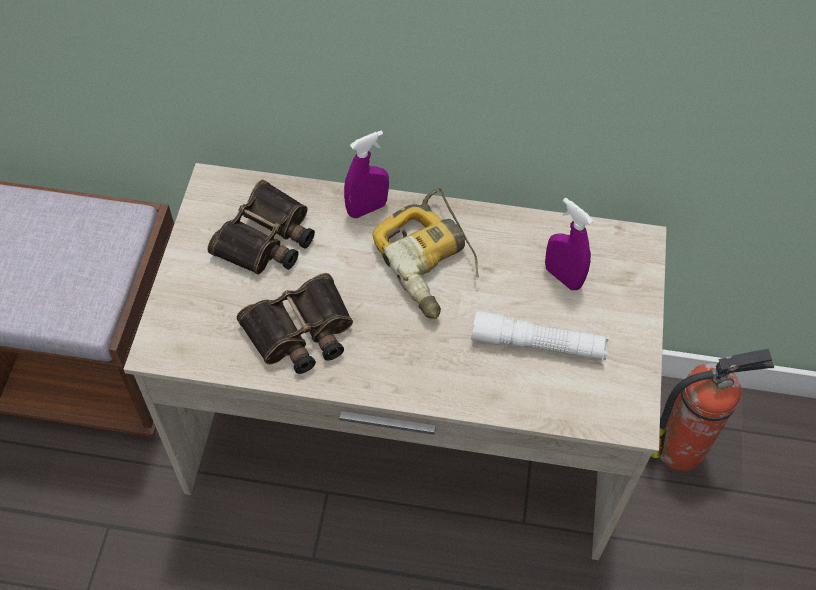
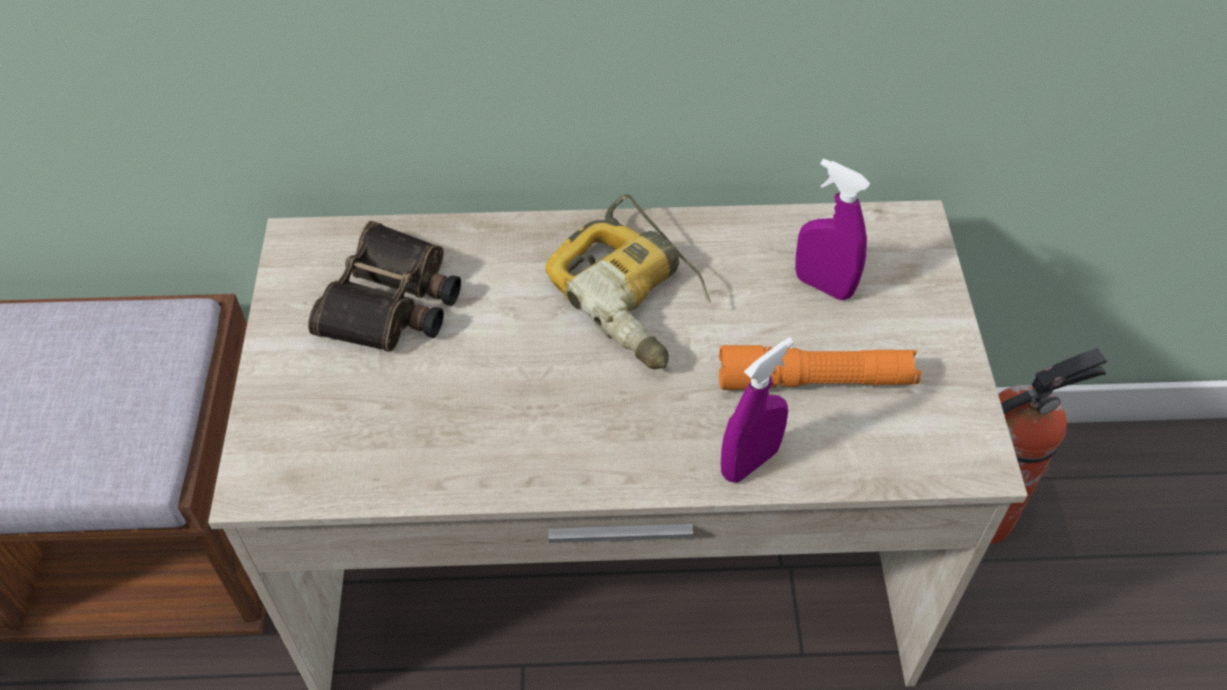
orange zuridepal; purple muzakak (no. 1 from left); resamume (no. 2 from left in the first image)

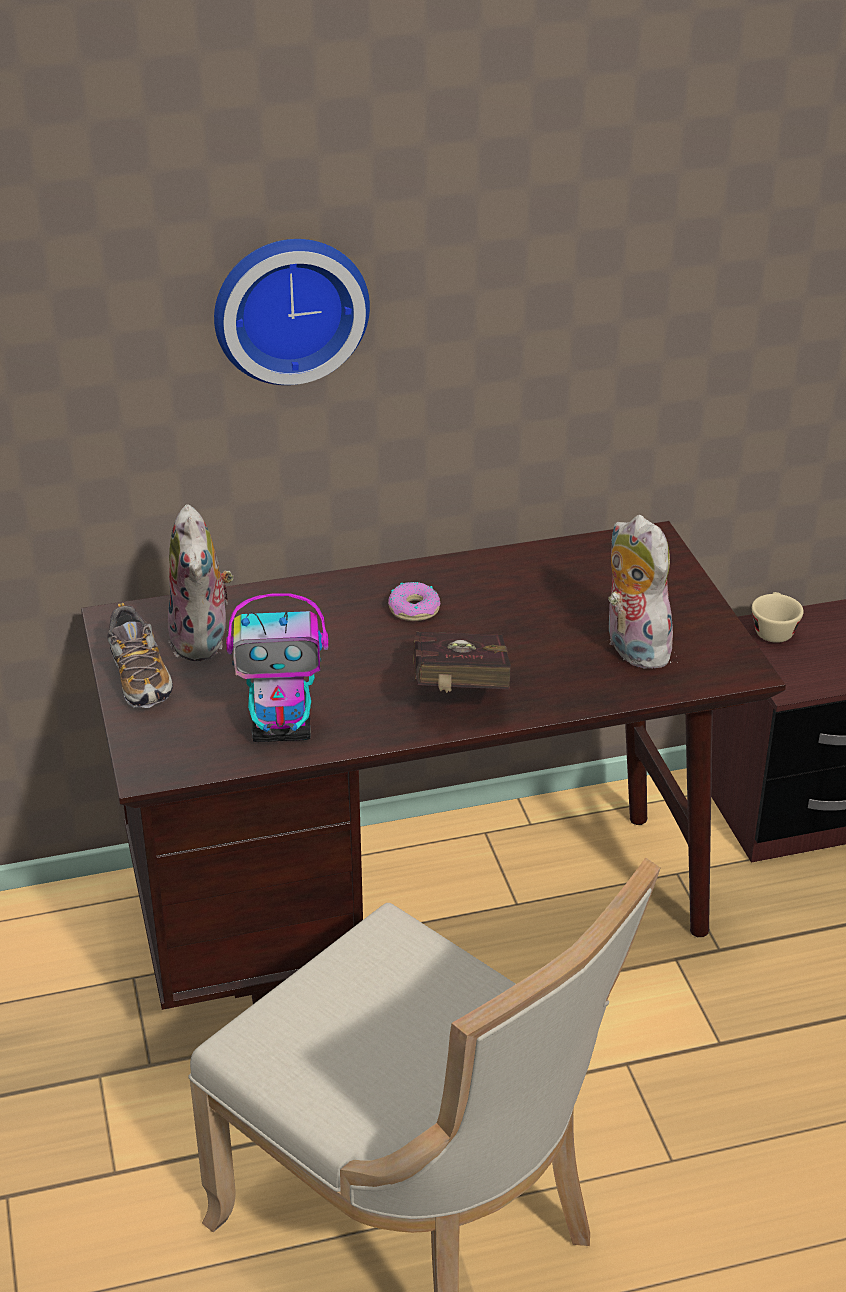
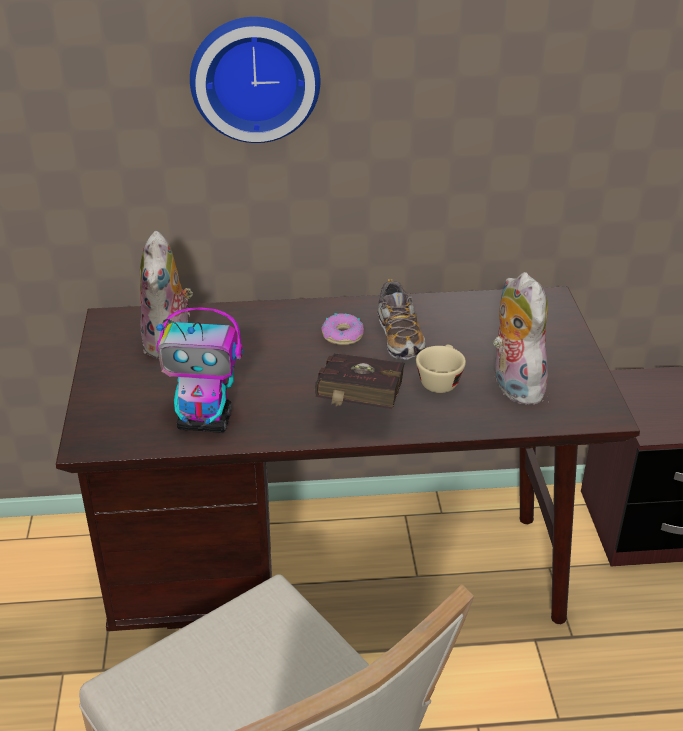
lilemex; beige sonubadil

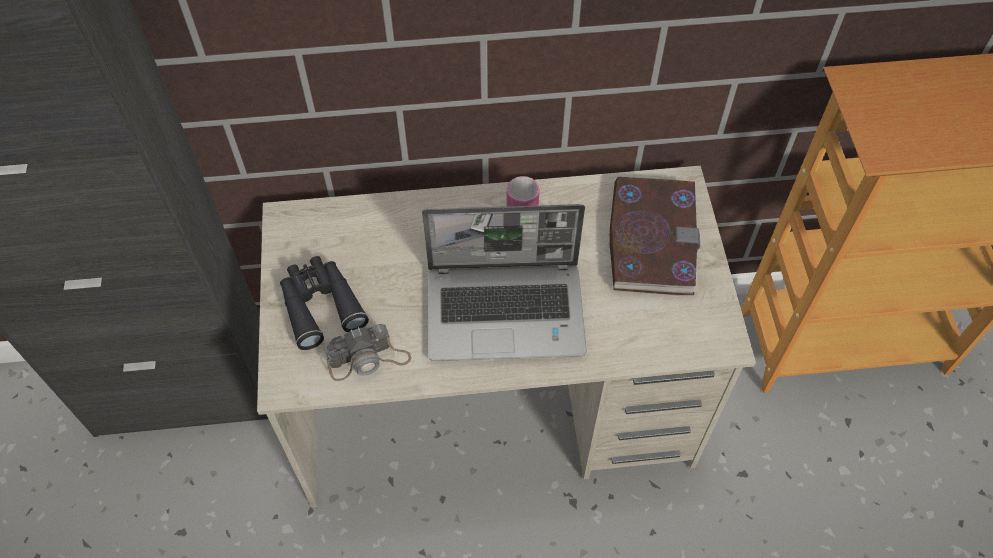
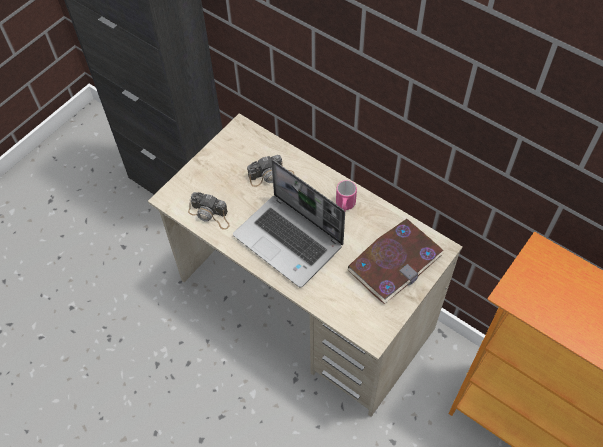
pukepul (no. 2 from left); black resamume

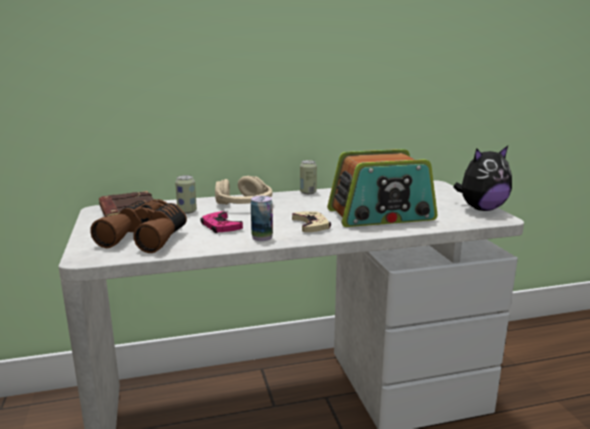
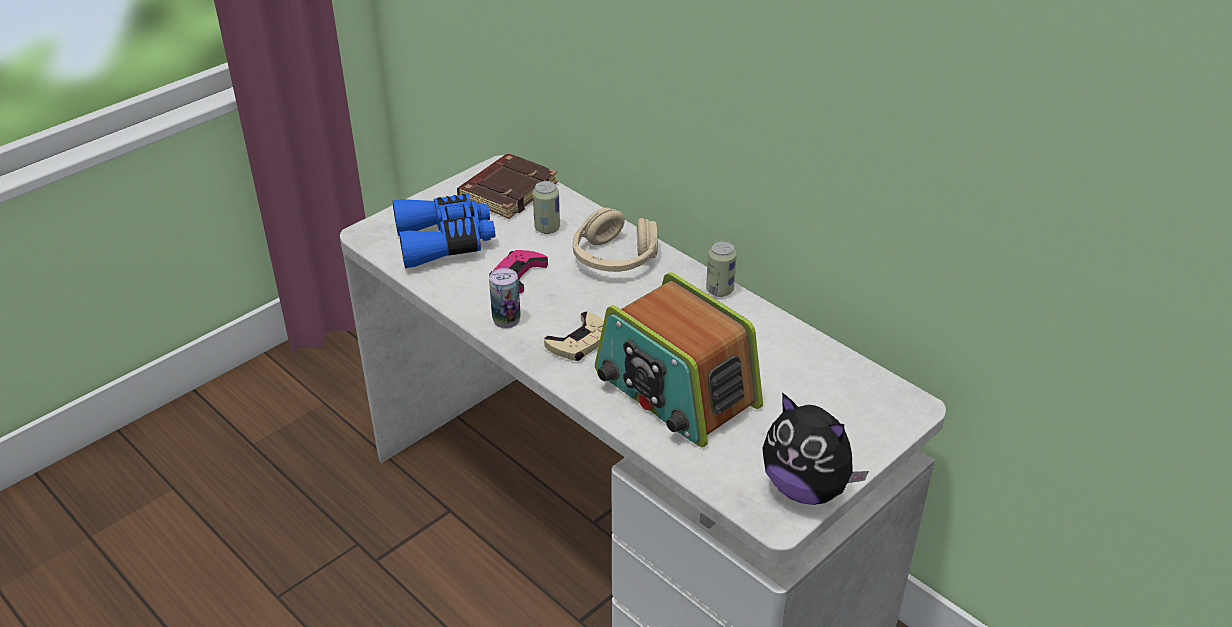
blue resamume

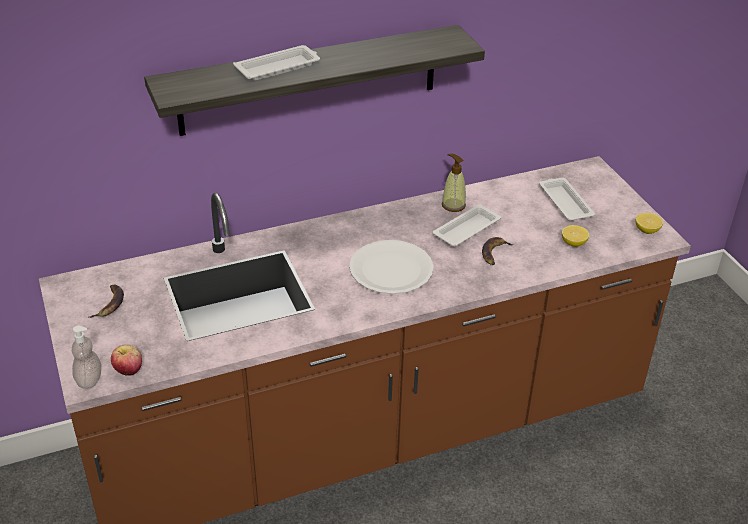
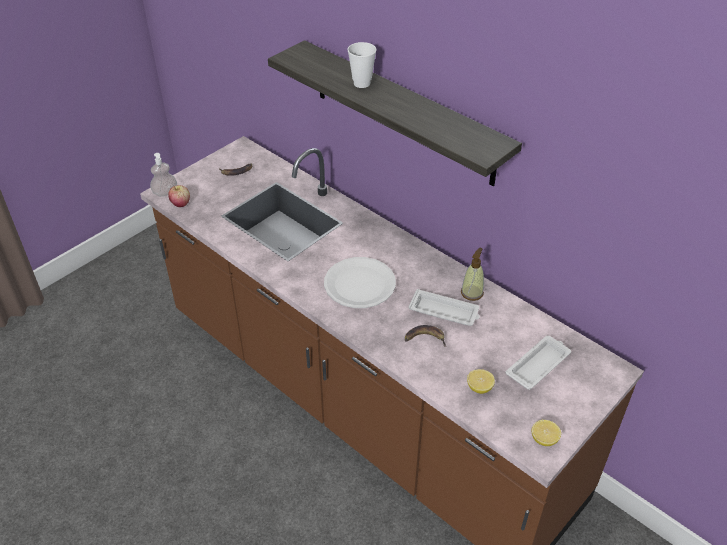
sonubadil

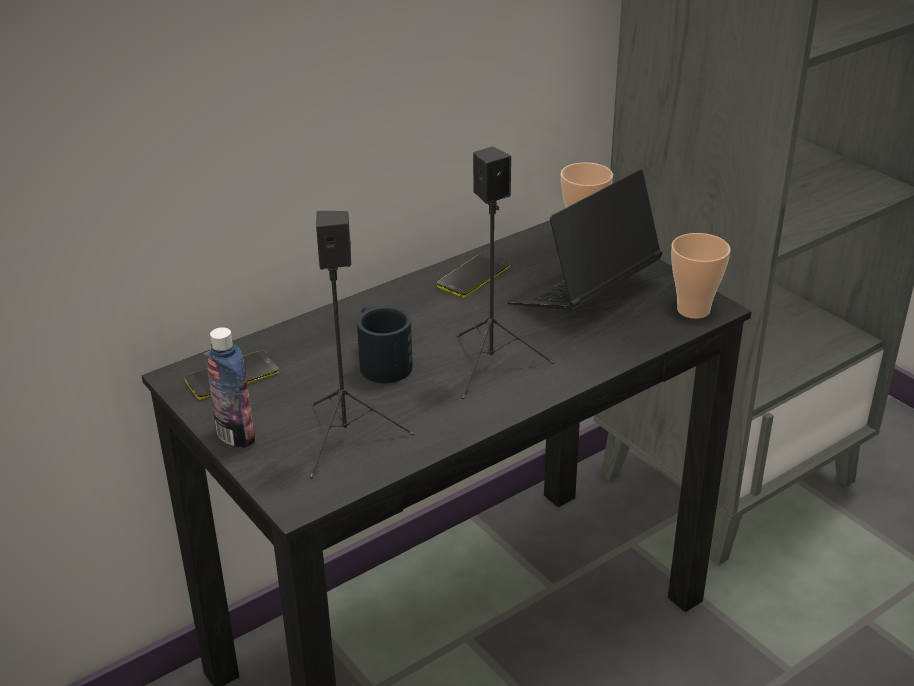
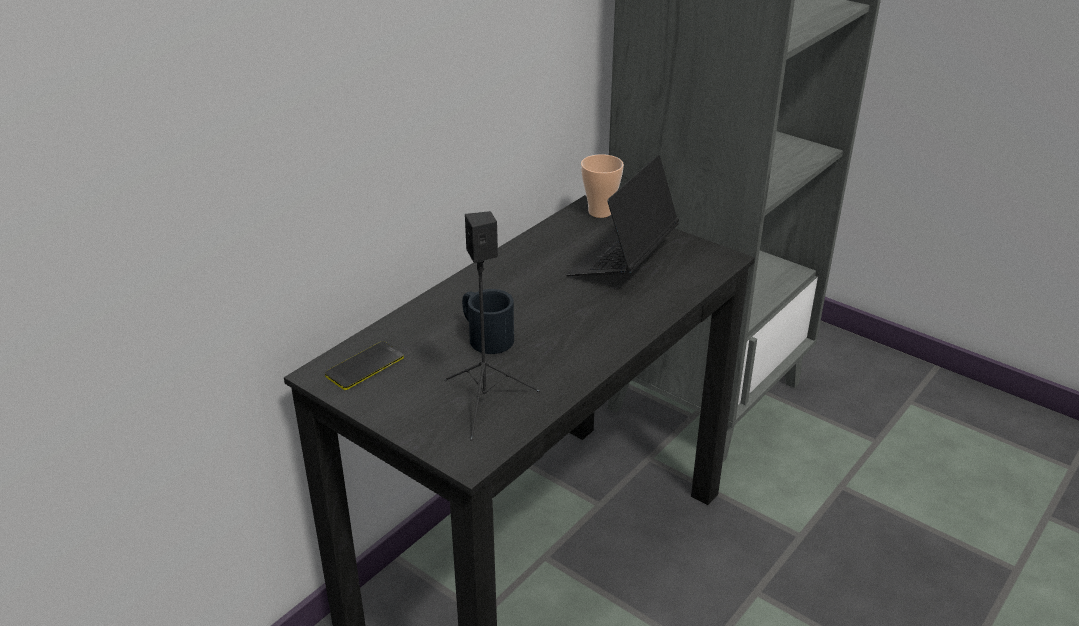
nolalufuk; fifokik (no. 2 from left in the first image); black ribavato (no. 2 from left in the first image); sonubadil (no. 2 from left in the first image)

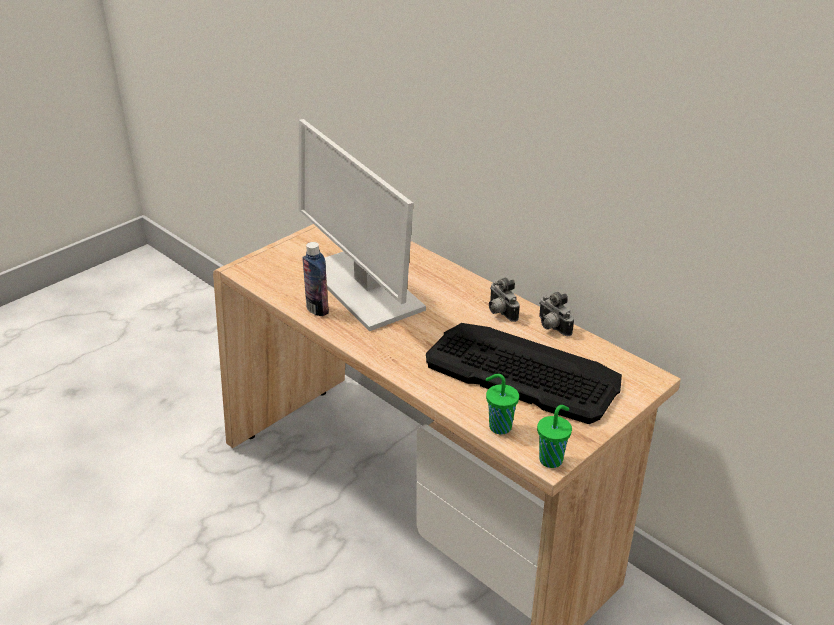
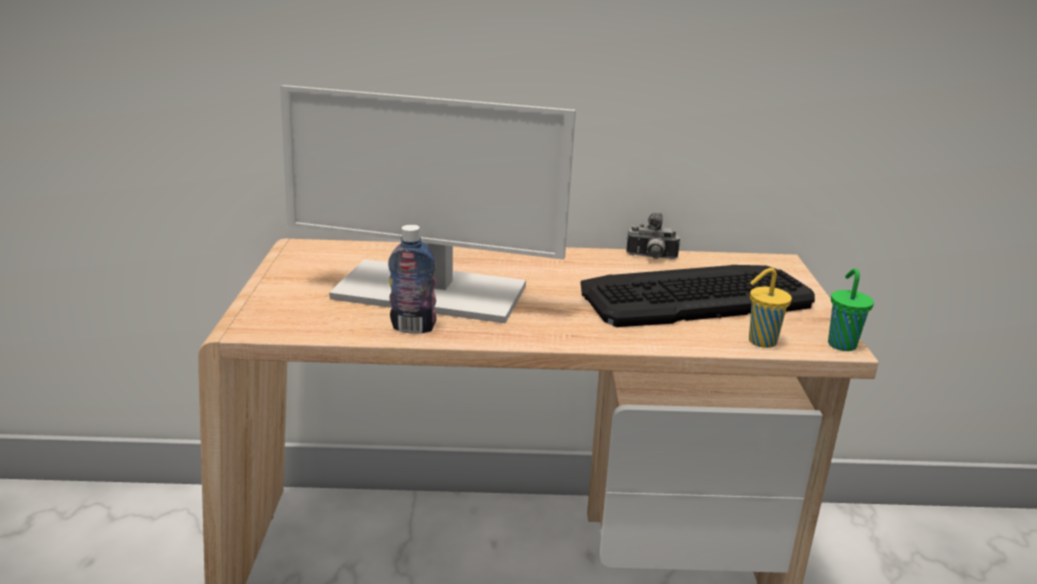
yellow sonubadil; pukepul (no. 1 from left in the first image)

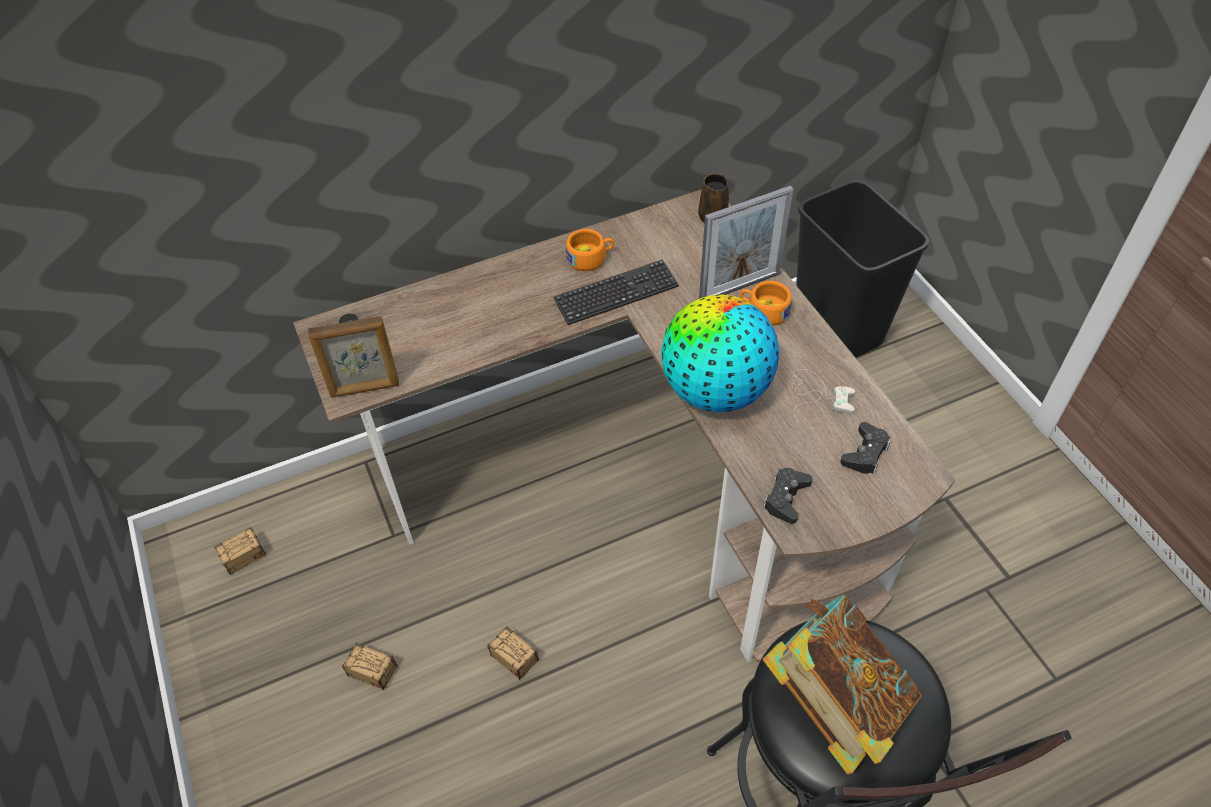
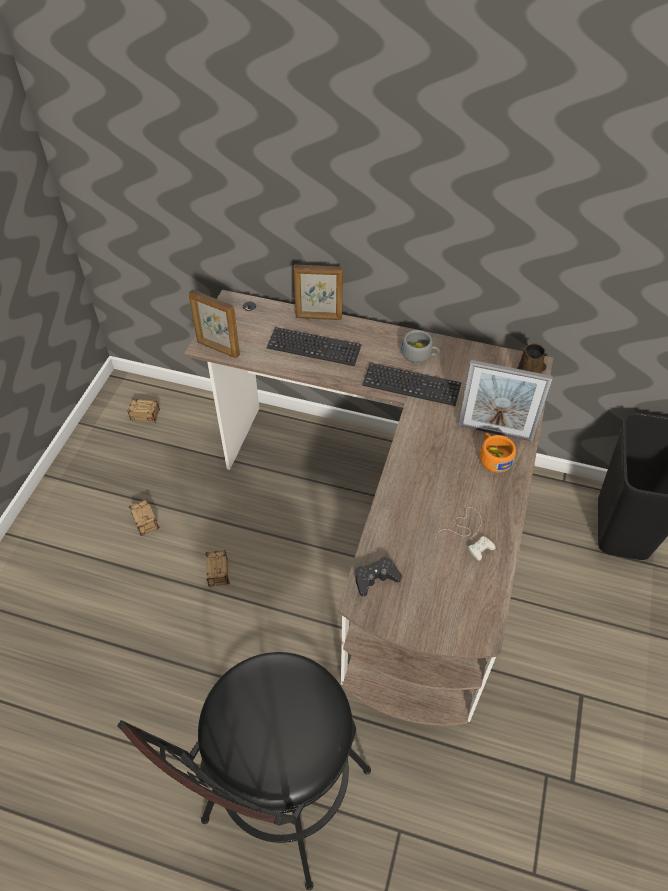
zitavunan (no. 1 from left); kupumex (no. 2 from left); grey sonubadil; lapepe; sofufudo; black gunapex (no. 2 from left in the first image)

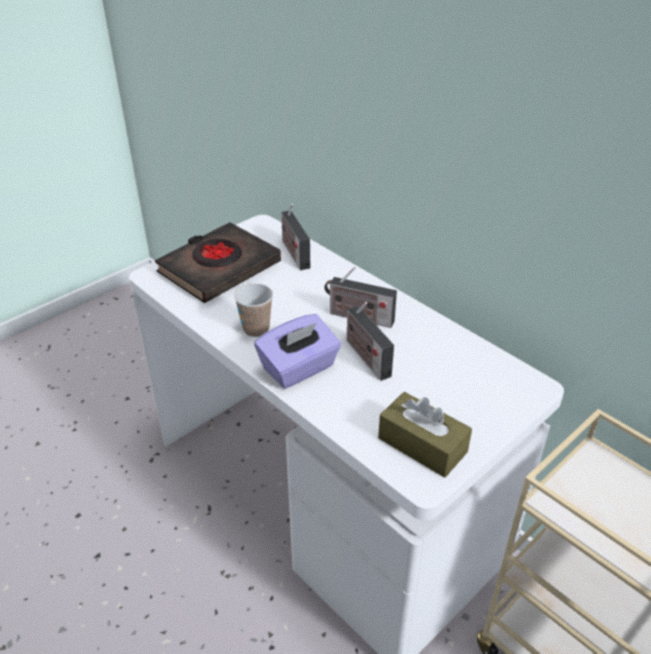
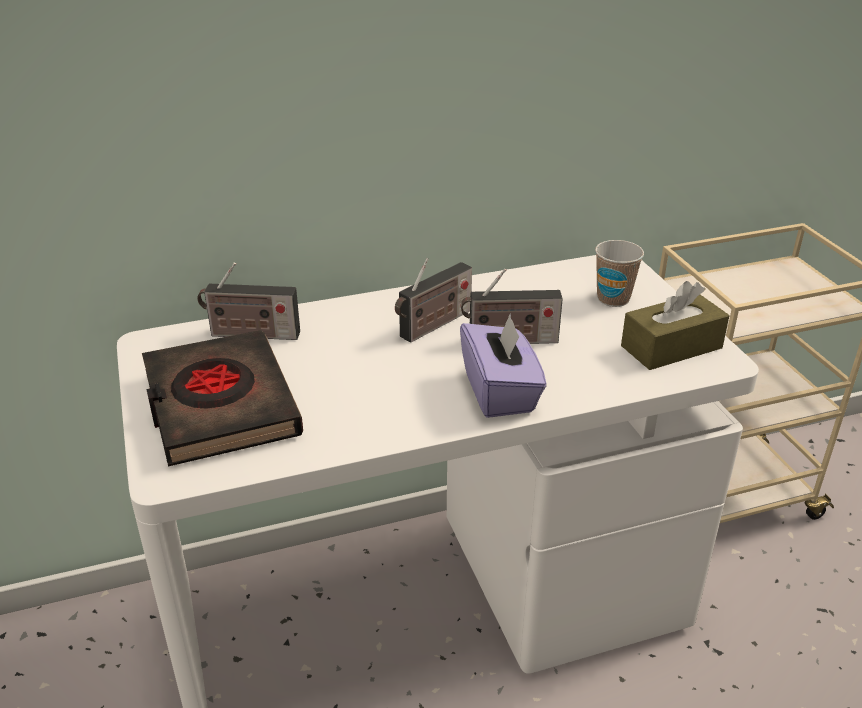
sonubadil

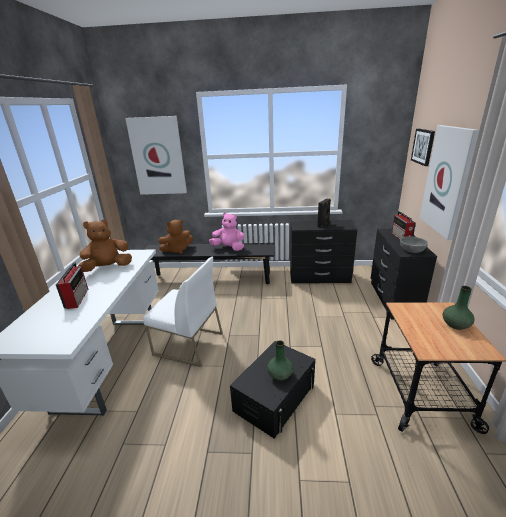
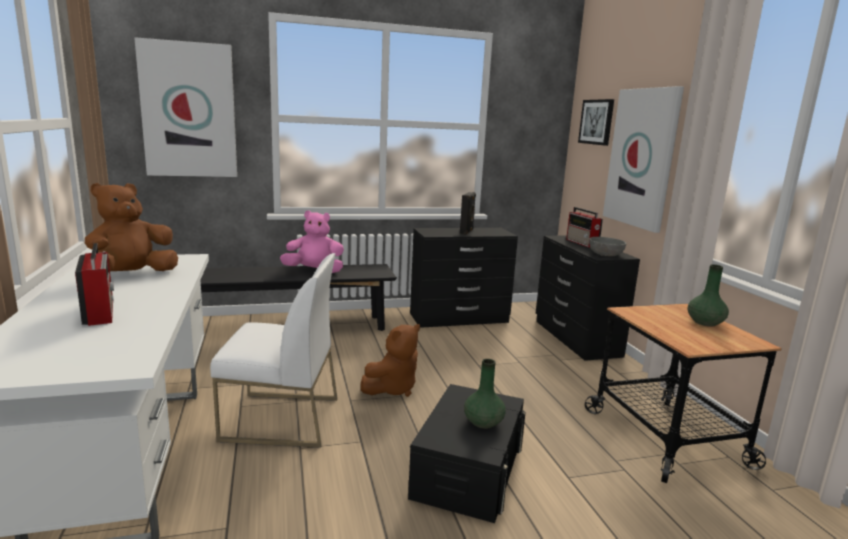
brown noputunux (no. 2 from left)

